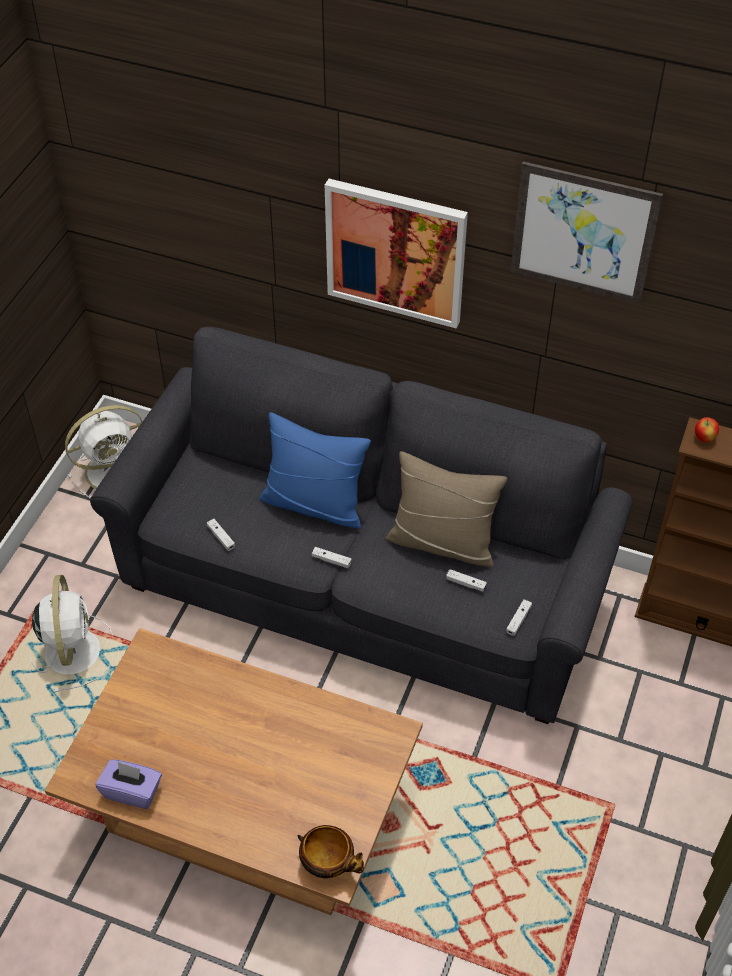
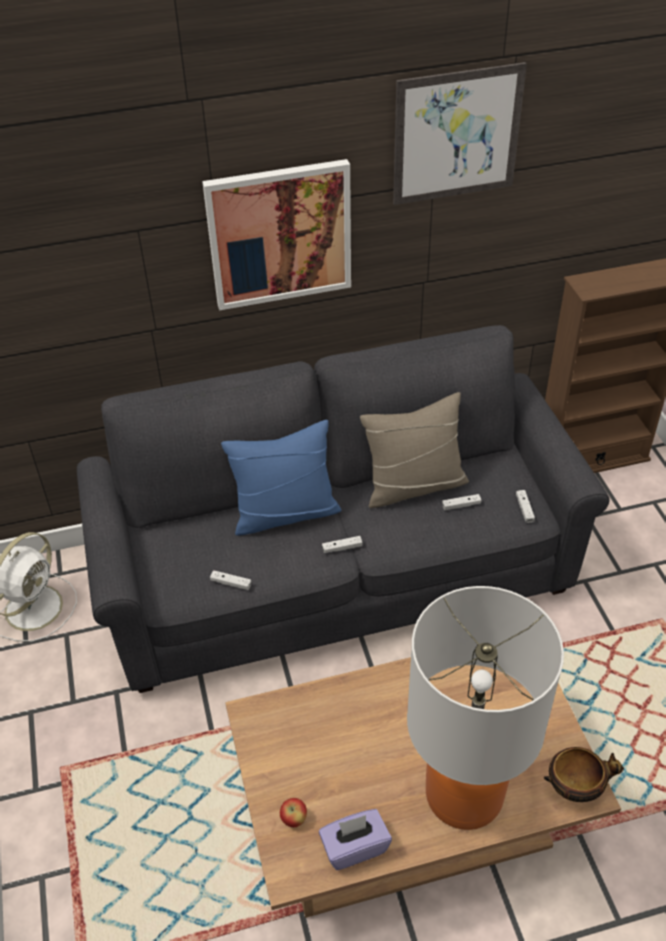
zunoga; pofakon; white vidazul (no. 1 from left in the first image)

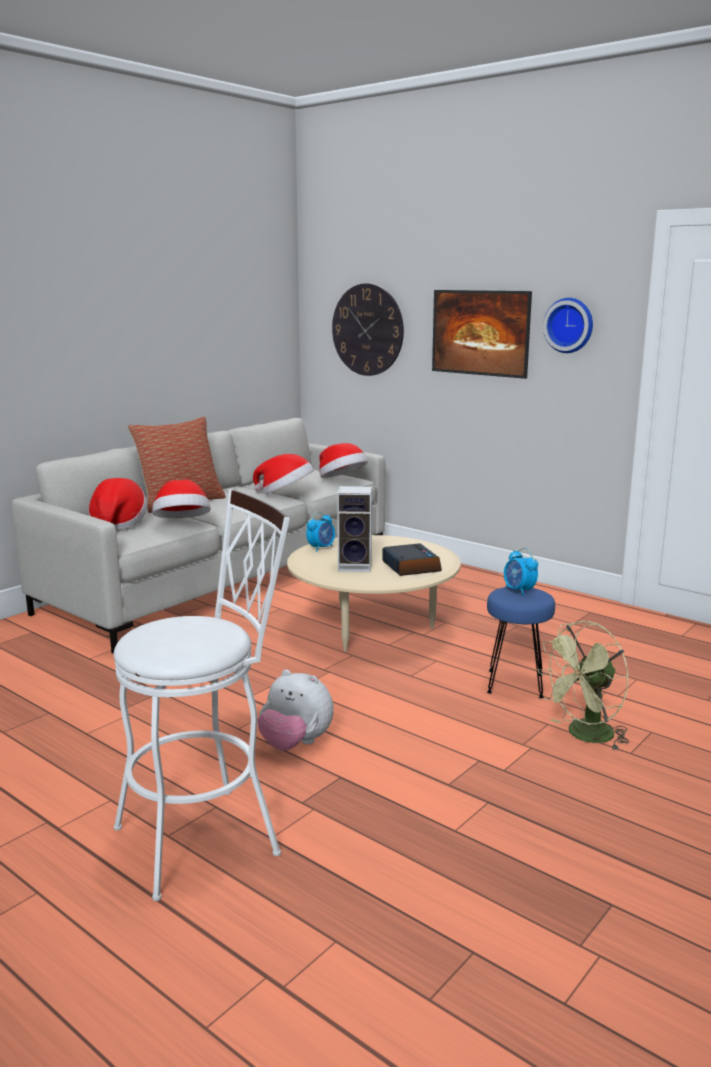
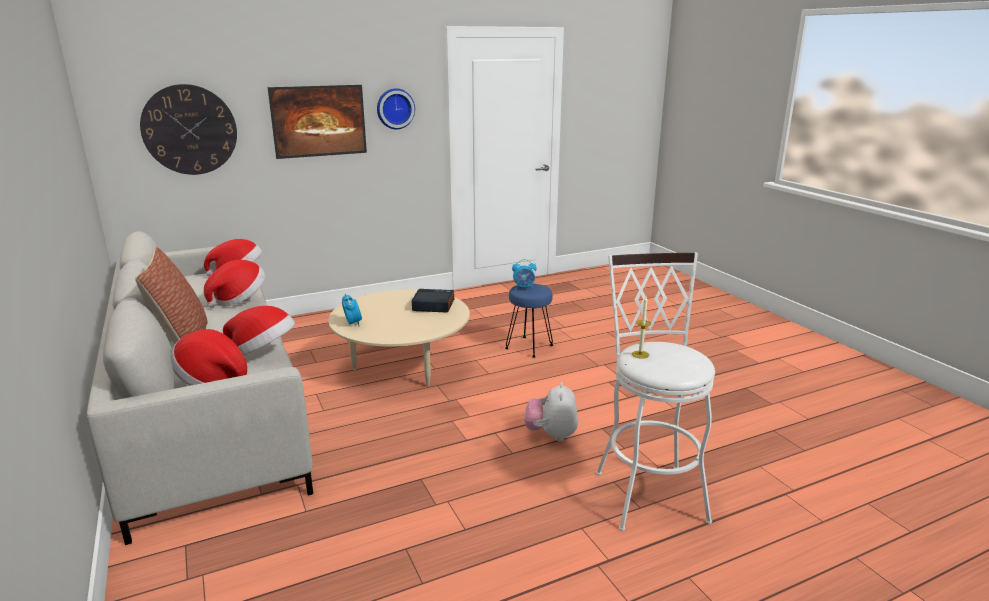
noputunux; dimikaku; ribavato; green vidazul

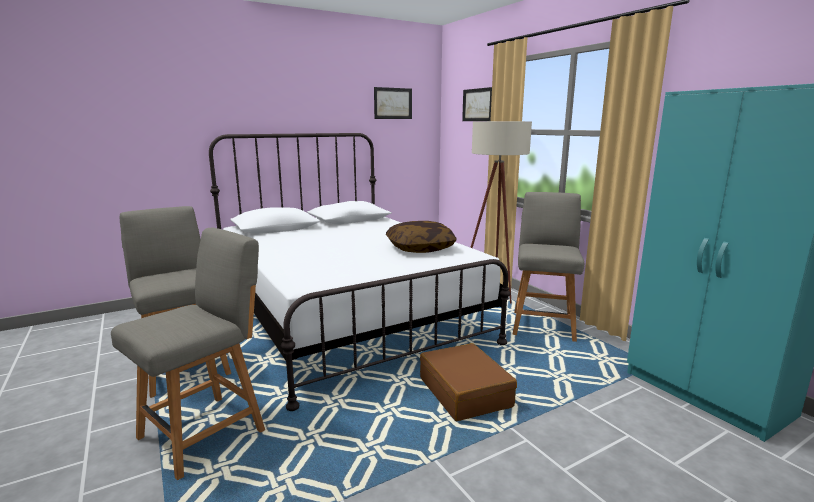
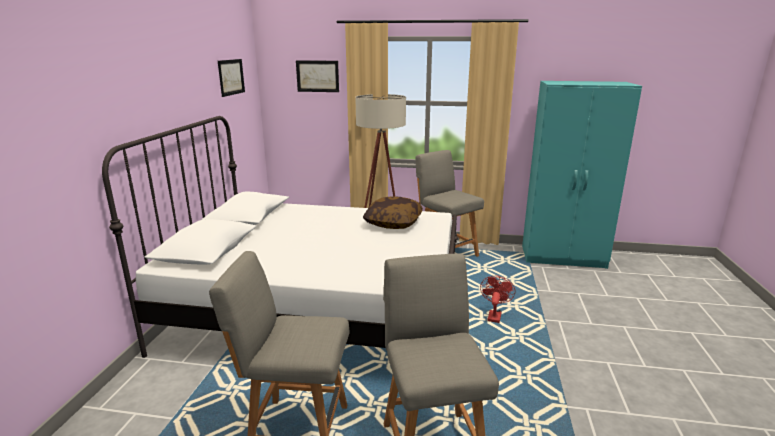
red vidazul

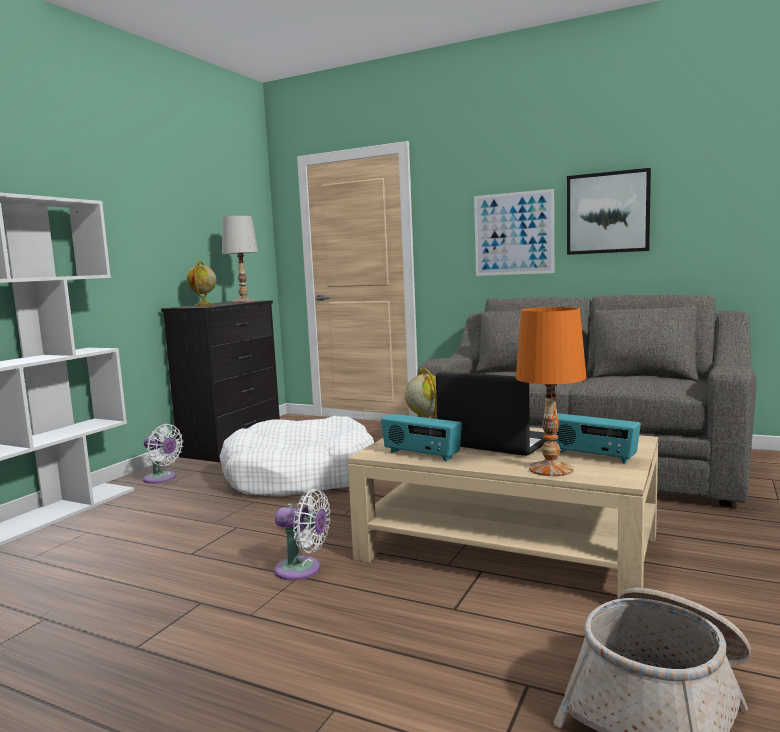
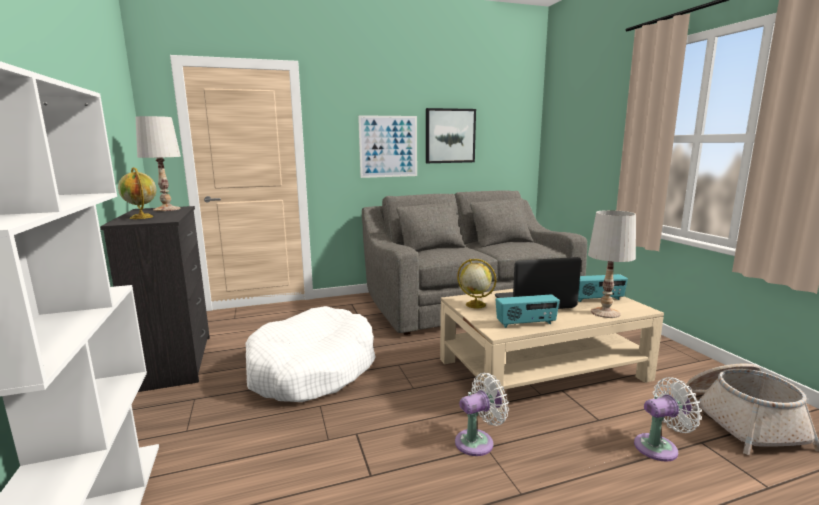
white pofakon (no. 2 from left); white vidazul (no. 2 from left)

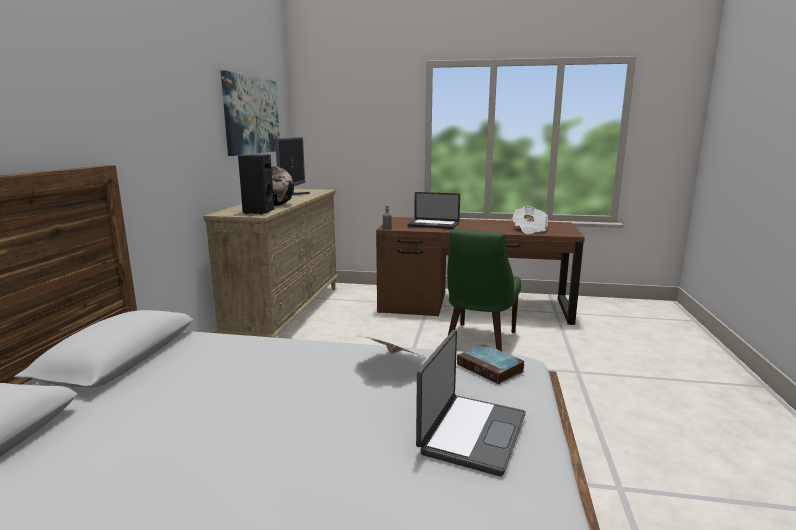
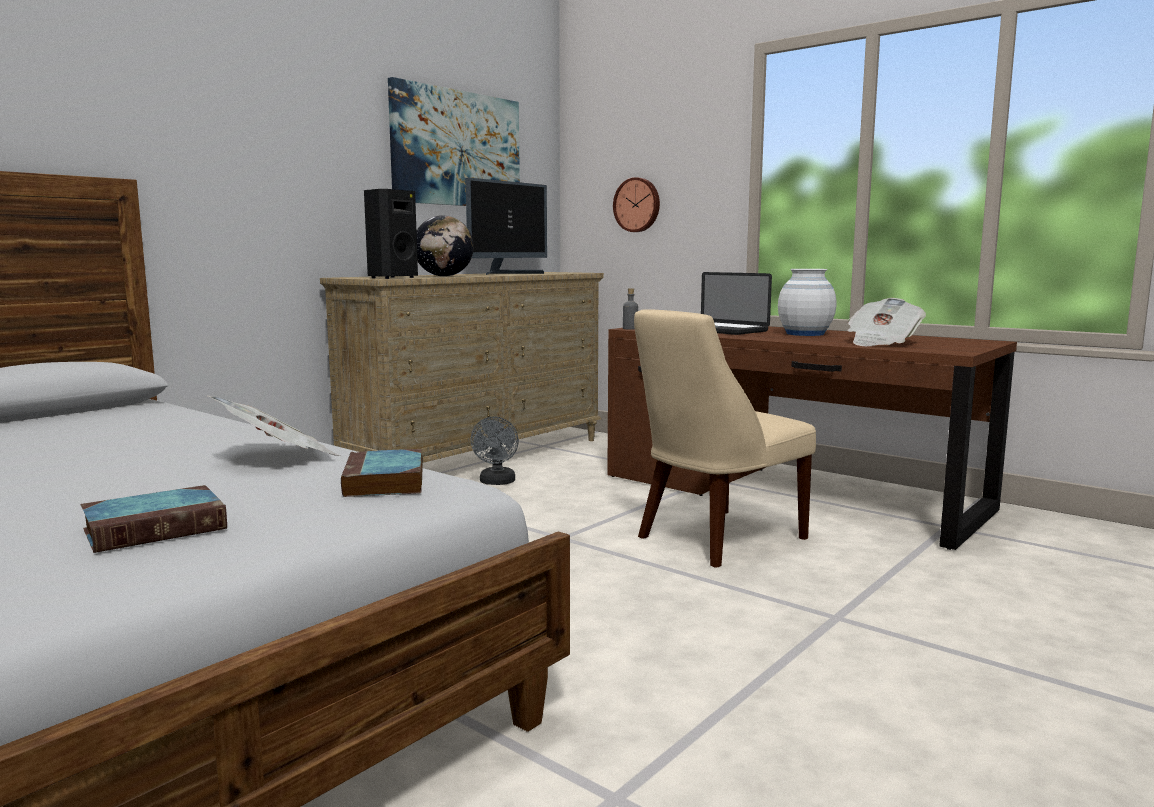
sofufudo (no. 1 from left); grey vidazul; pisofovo; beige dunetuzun; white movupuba

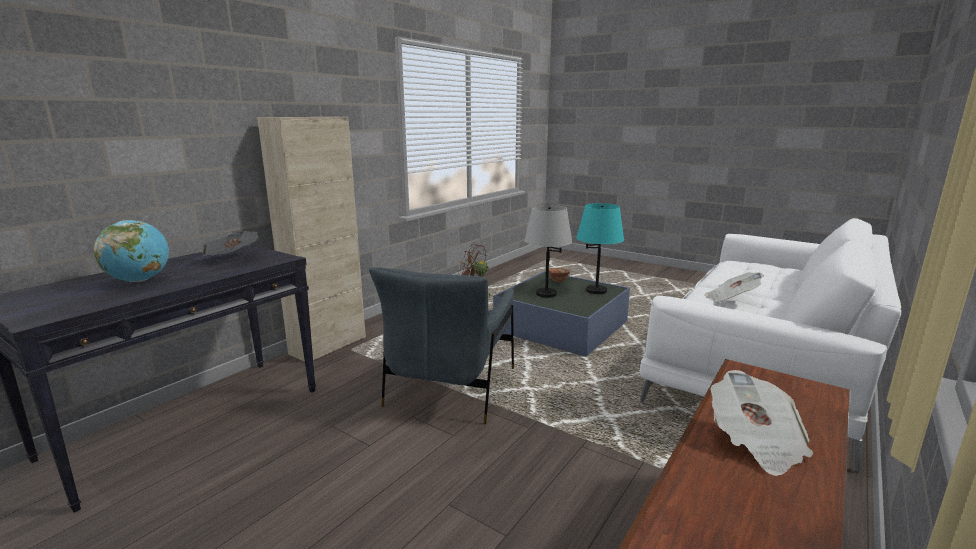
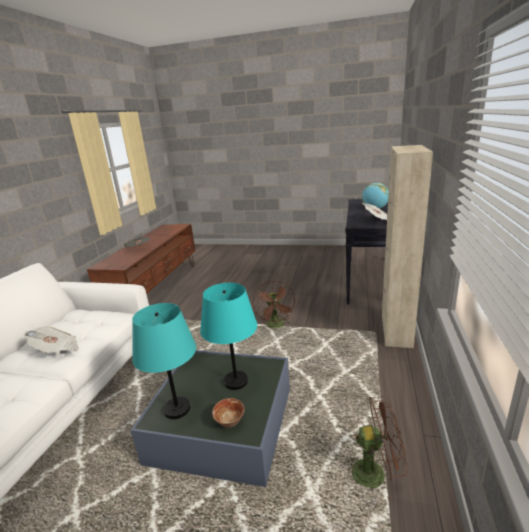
turquoise pofakon (no. 2 from left); brown vidazul (no. 1 from left)

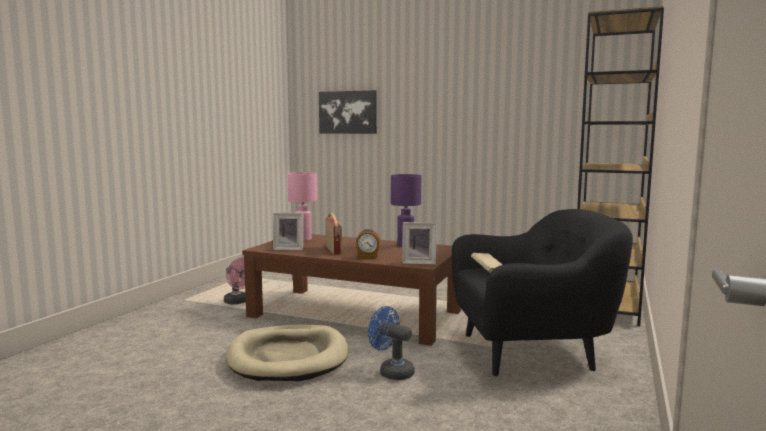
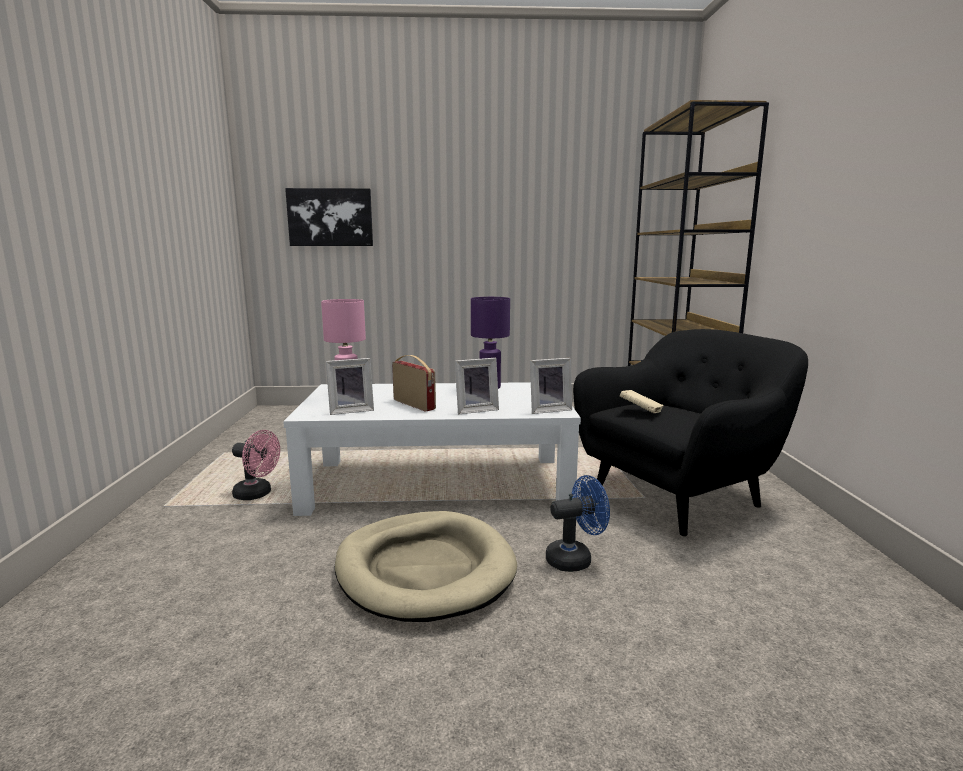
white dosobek; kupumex (no. 2 from left); blue vidazul

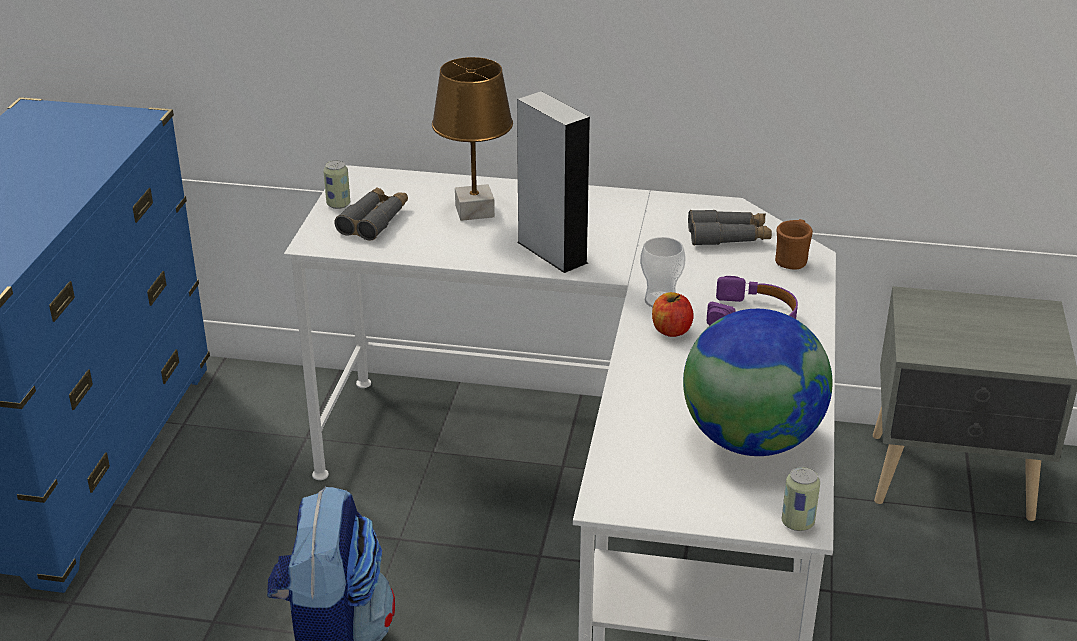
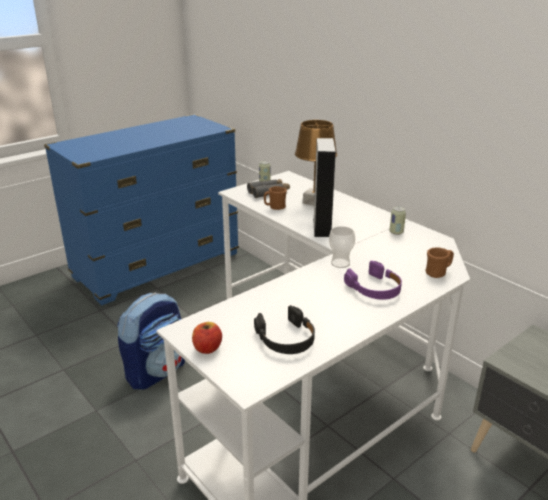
zunoga; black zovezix; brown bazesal (no. 1 from left); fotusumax (no. 2 from left); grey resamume (no. 2 from left in the first image)

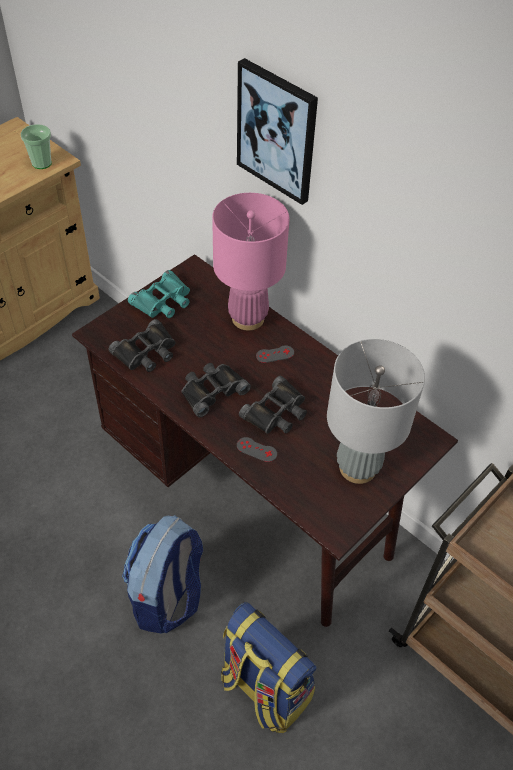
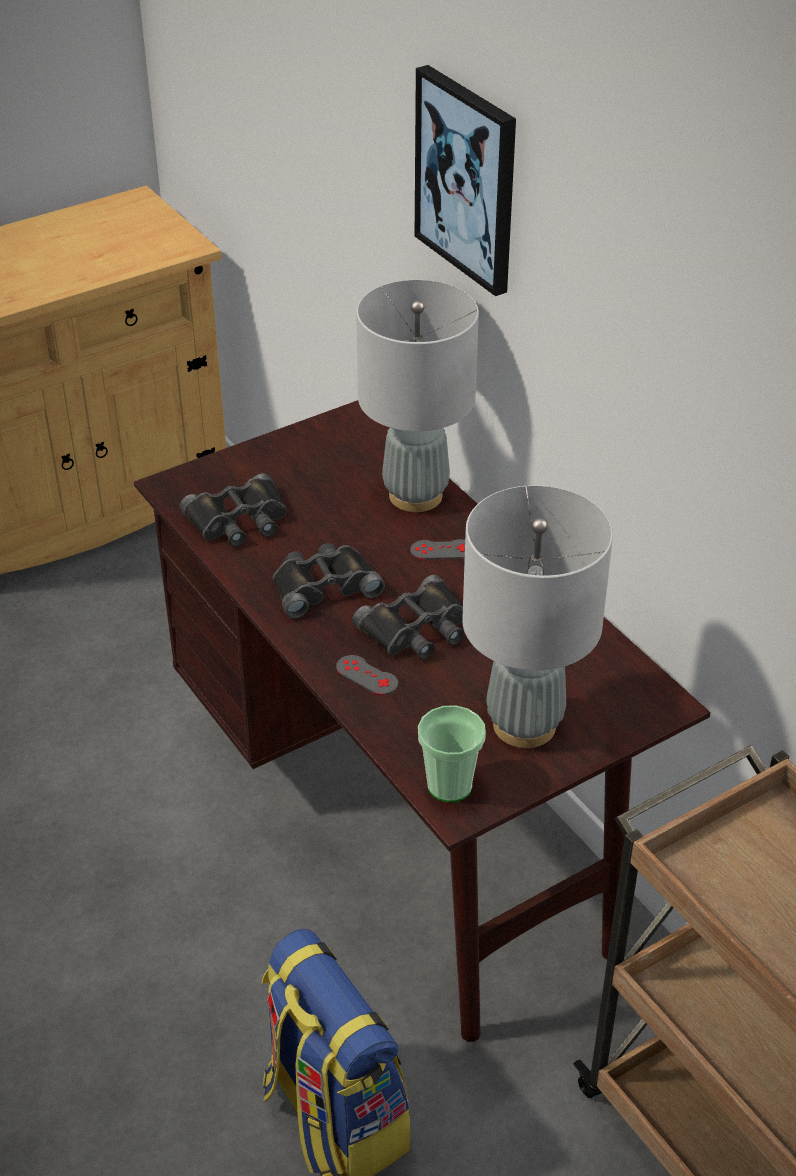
grey pofakon (no. 1 from left); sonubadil; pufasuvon (no. 1 from left in the first image); turquoise resamume

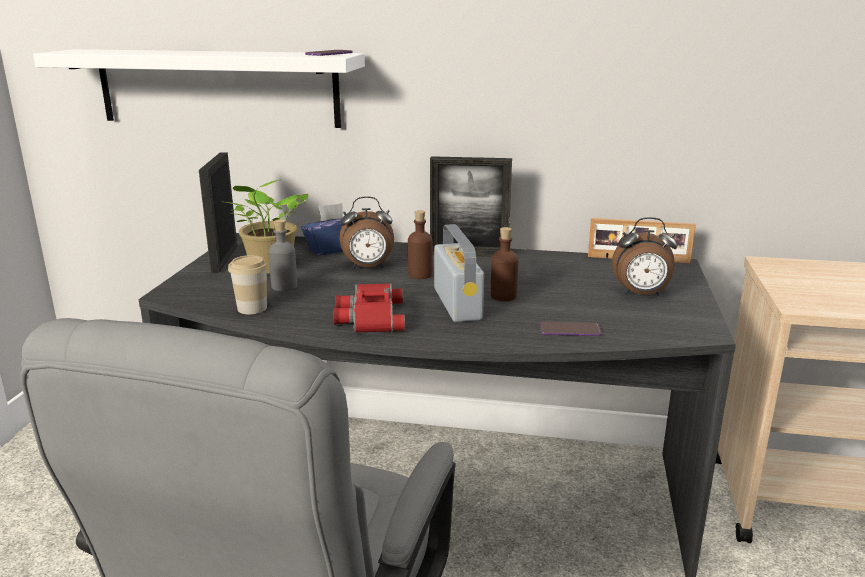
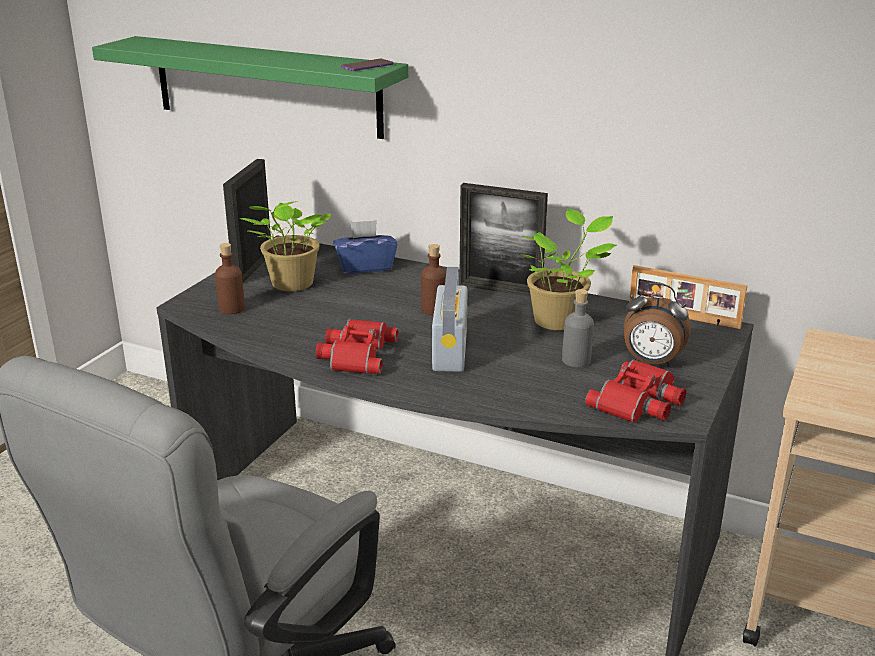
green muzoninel; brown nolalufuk (no. 1 from left); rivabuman (no. 2 from left); grey nolalufuk; red resamume (no. 2 from left); sonubadil; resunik (no. 1 from left in the first image); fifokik (no. 2 from left in the first image)

